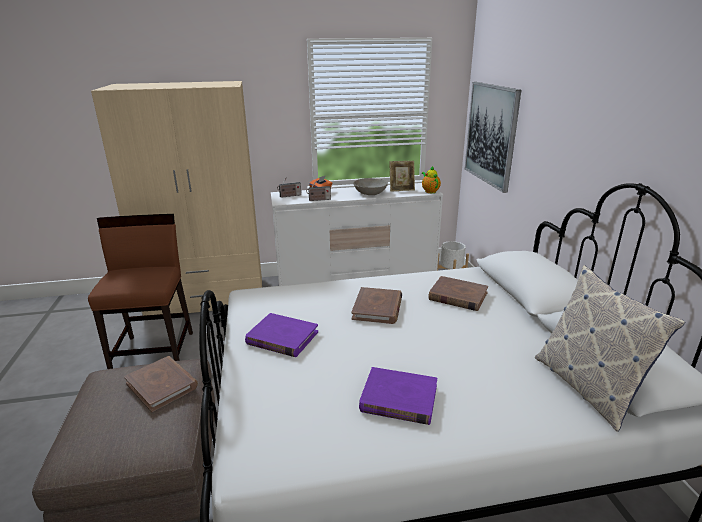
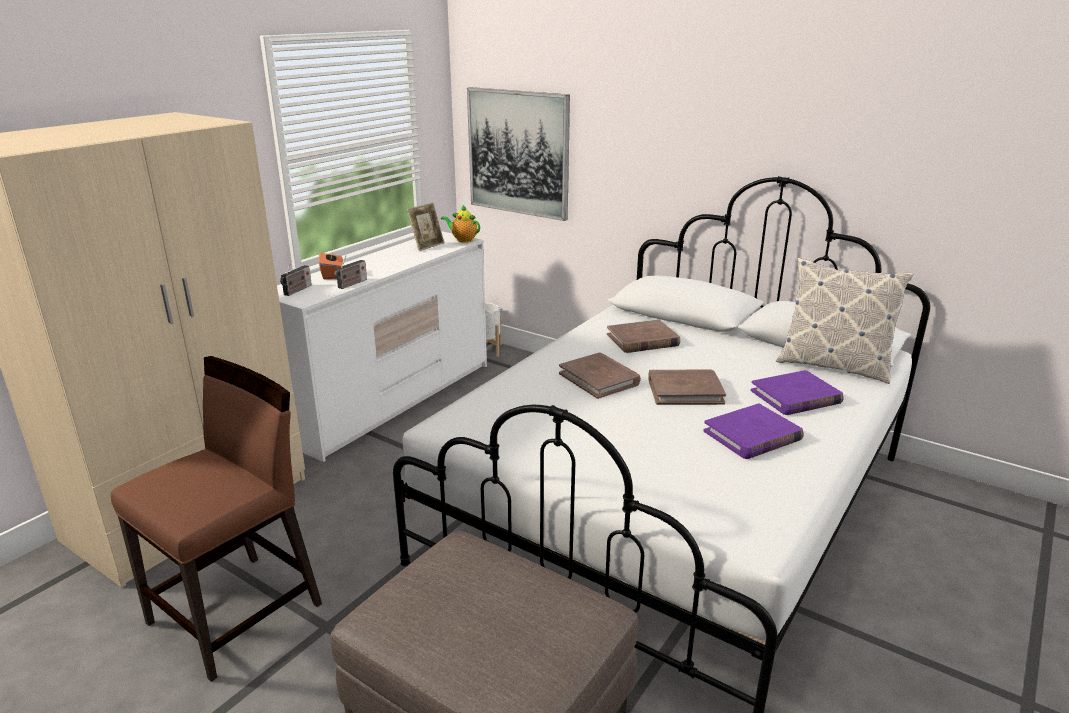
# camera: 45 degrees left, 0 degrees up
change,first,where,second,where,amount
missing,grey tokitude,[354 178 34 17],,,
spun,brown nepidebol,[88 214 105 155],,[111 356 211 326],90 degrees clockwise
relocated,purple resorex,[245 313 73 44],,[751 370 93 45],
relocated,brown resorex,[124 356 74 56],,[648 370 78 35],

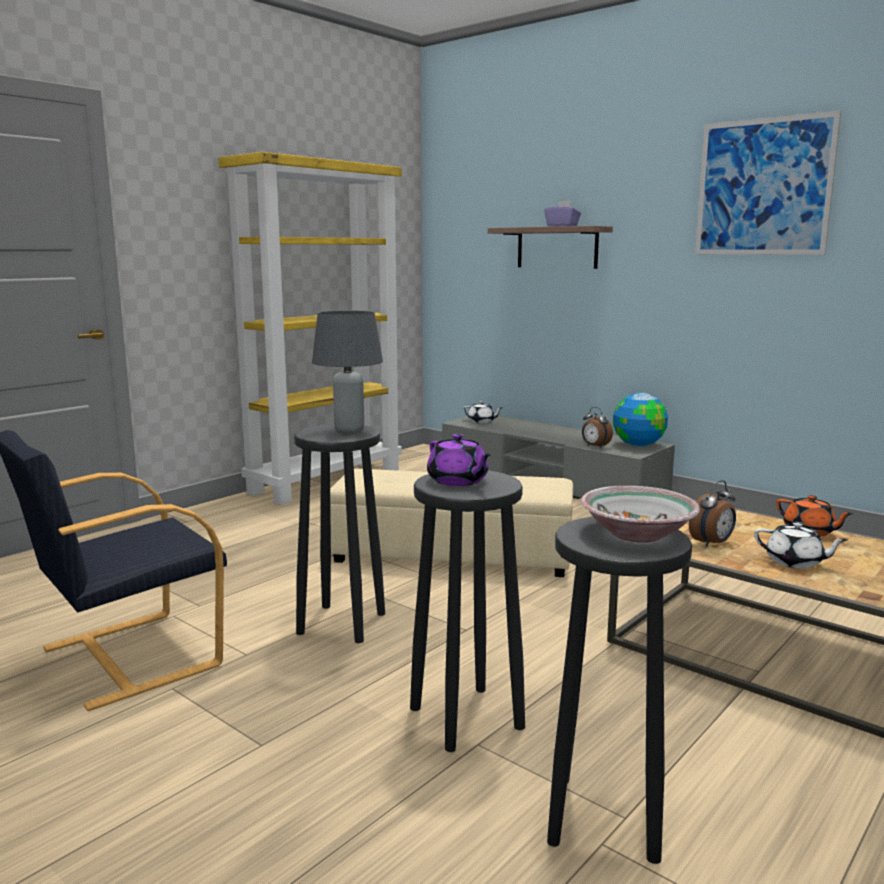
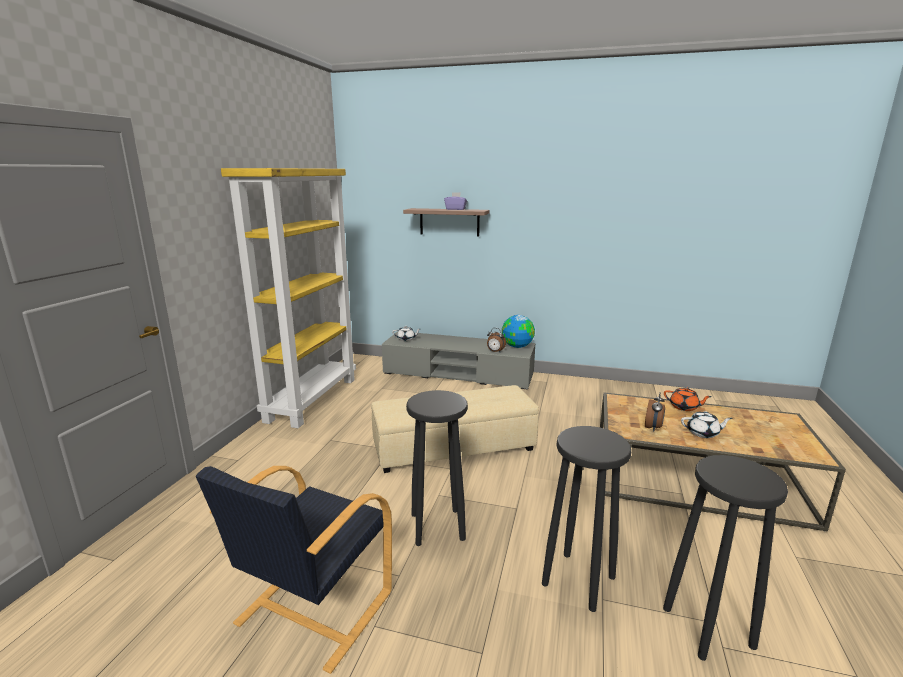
# camera: 25 degrees left, 5 degrees up
change,first,where,second,where,amount
missing,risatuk,[695 110 146 145],,,
missing,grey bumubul,[312 310 71 124],,,
missing,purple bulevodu,[427 434 64 52],,,
missing,tokitude,[581 486 119 57],,,

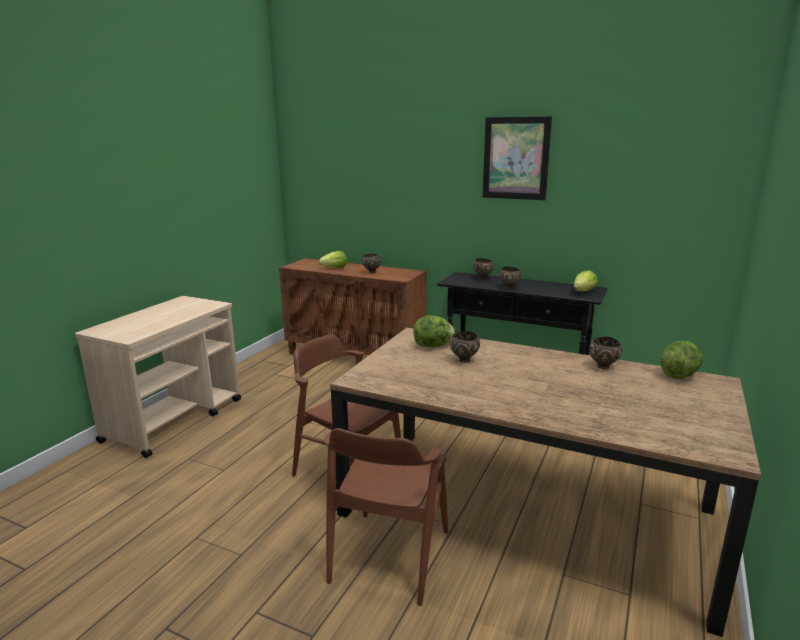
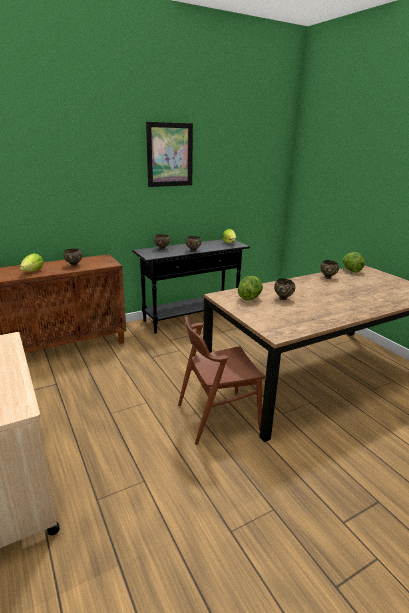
# camera: 55 degrees left, 5 degrees up
change,first,where,second,where,amount
missing,brown nepidebol,[324 428 124 178],,,

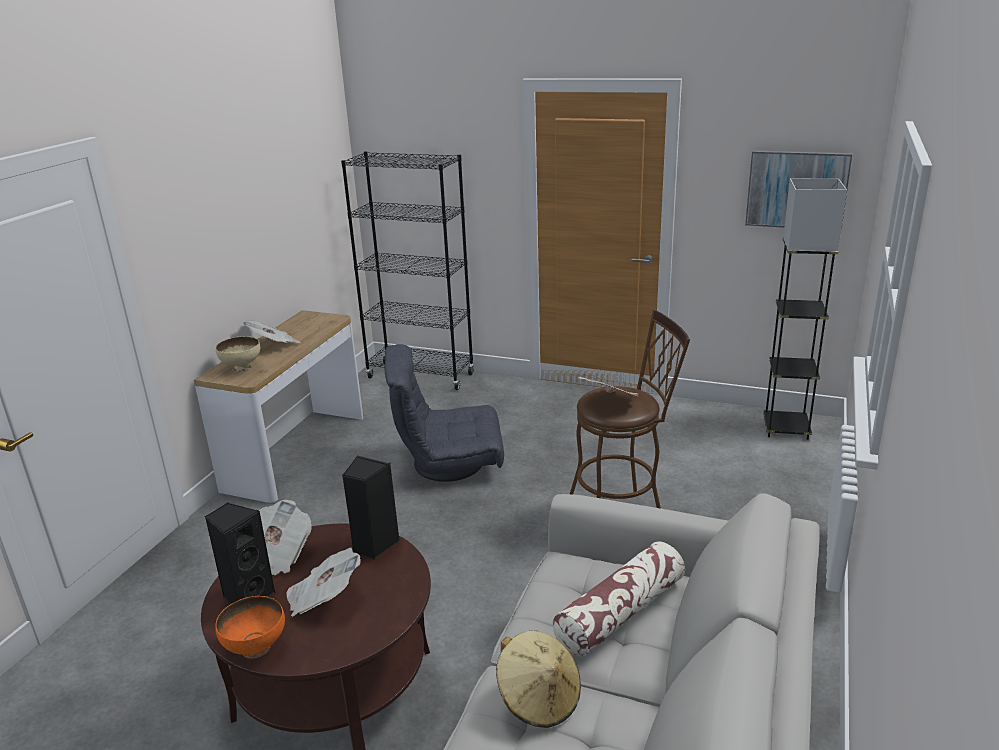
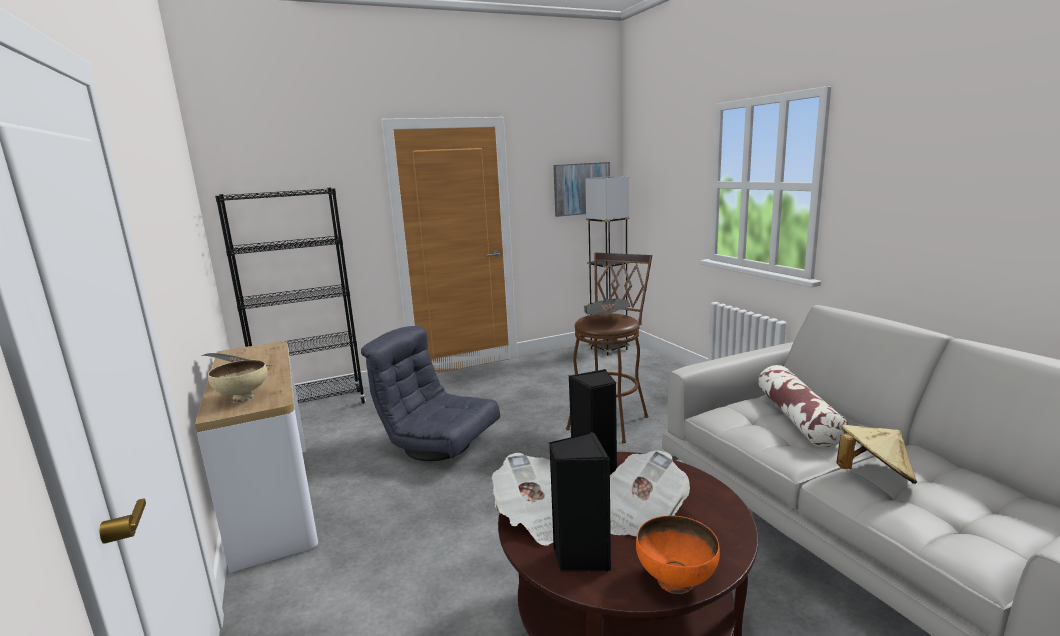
# camera: 45 degrees left, 10 degrees down
change,first,where,second,where,amount
spun,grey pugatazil,[385 344 119 138],,[361 326 139 135],75 degrees clockwise

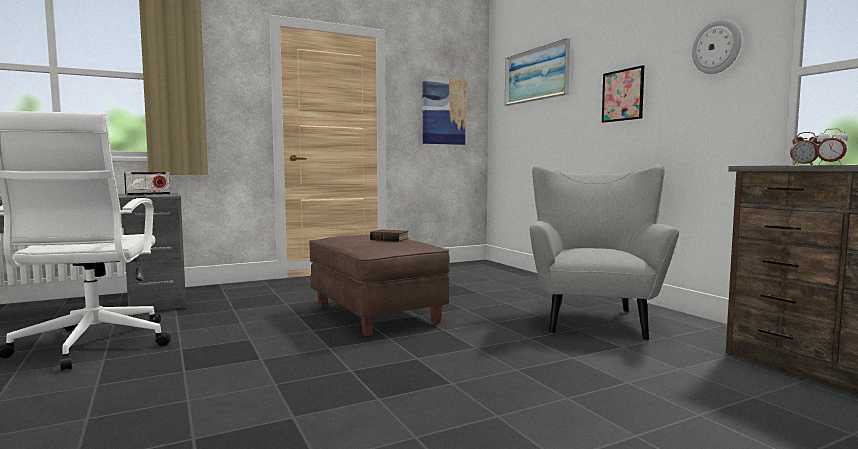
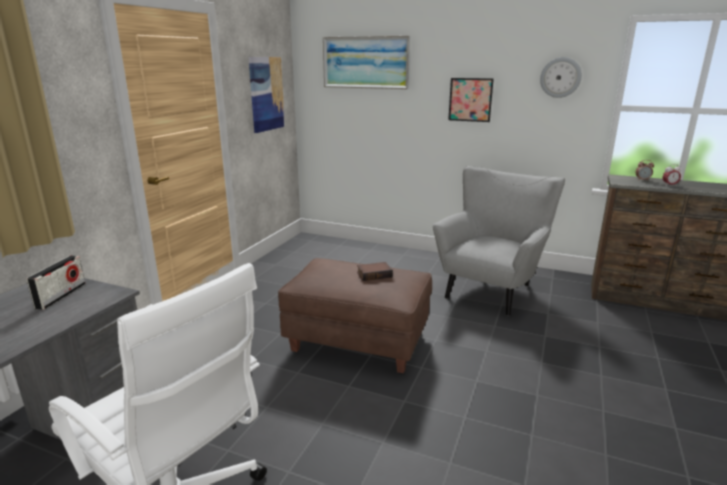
# camera: 40 degrees left, 15 degrees up
change,first,where,second,where,amount
spun,grey pugatazil,[530 165 149 176],,[432 166 133 150],60 degrees clockwise

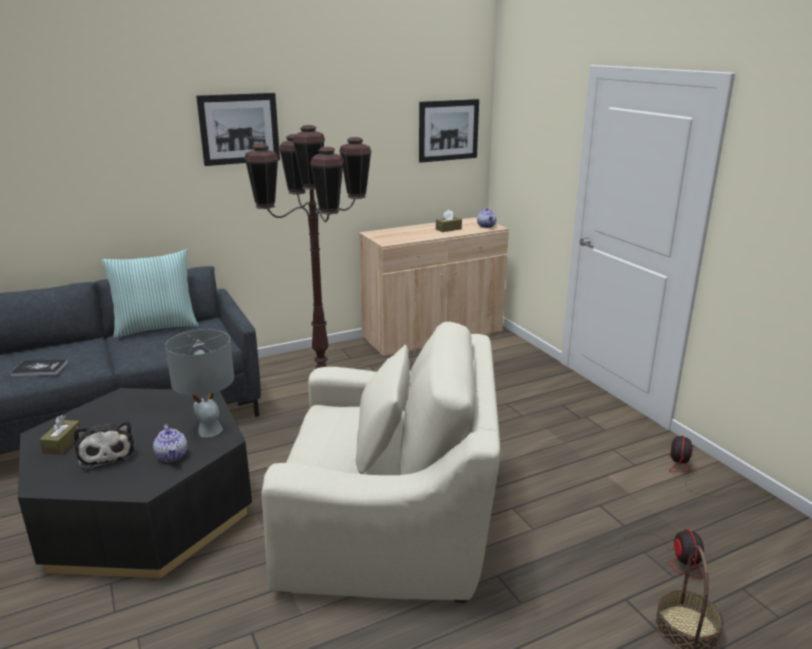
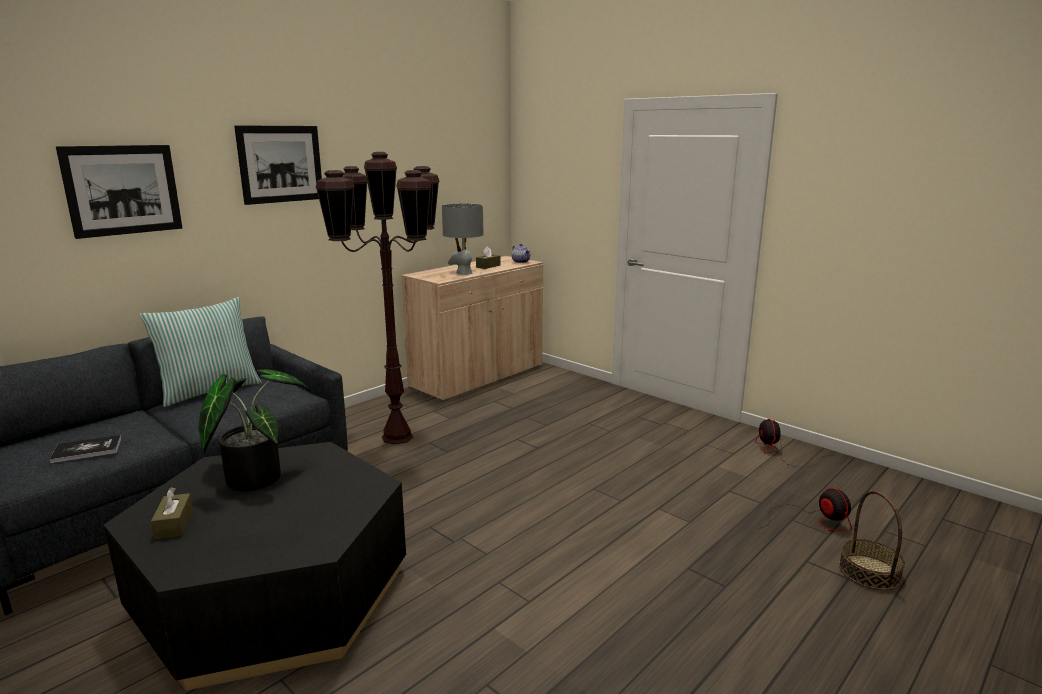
# camera: 20 degrees left, 5 degrees down
change,first,where,second,where,amount
relocated,risatuk,[419 99 60 64],,[56 145 126 94],
missing,beige pugatazil,[262 322 238 281],,,
relocated,grey bumubul,[165 329 69 108],,[442 204 42 71],
missing,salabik,[74 421 61 49],,,
missing,bulevodu,[153 424 34 38],,,
appeared,,,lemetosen,[198 369 112 122],

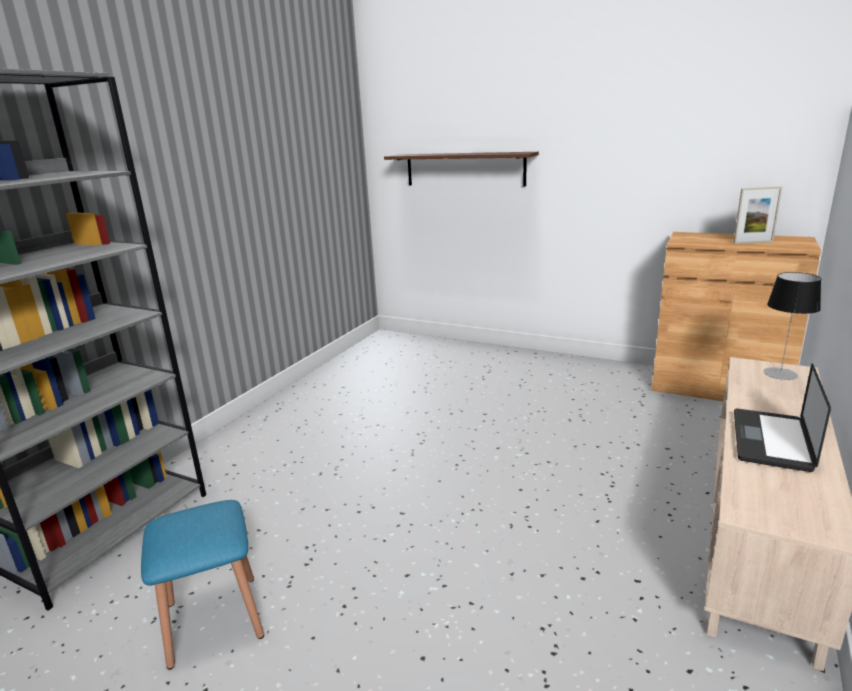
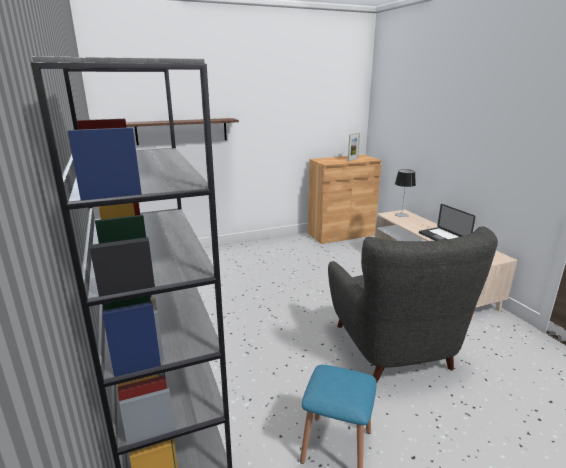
# camera: 50 degrees left, 0 degrees up
change,first,where,second,where,amount
appeared,,,grey pugatazil,[328 226 170 156],

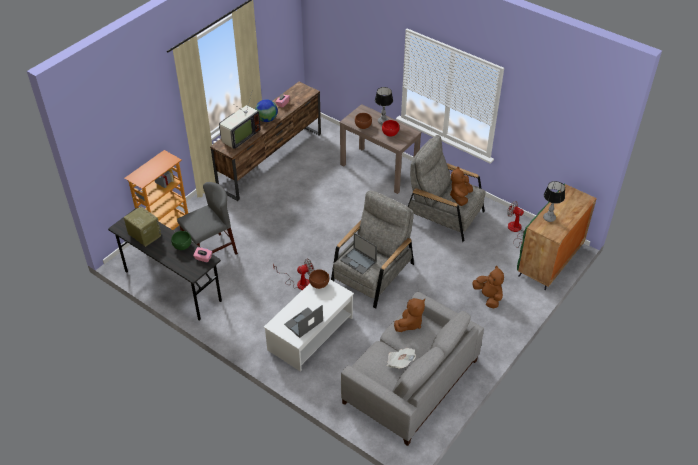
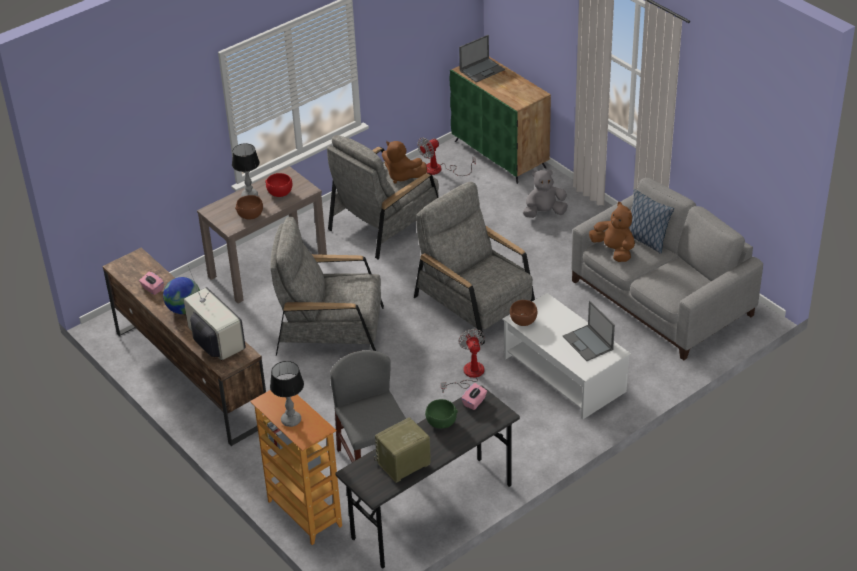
# camera: 75 degrees left, 5 degrees down
change,first,where,second,where,amount
relocated,bumubul,[543 181 22 41],,[270 361 34 66],
relocated,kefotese,[340 233 37 42],,[459 35 46 47],
colour,brown salabik,[472 266 32 42],grey salabik,[523 169 45 49],
missing,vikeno,[387 348 29 20],,,
appeared,,,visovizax,[629 189 45 65],
appeared,,,grey pugatazil,[270 217 114 139],

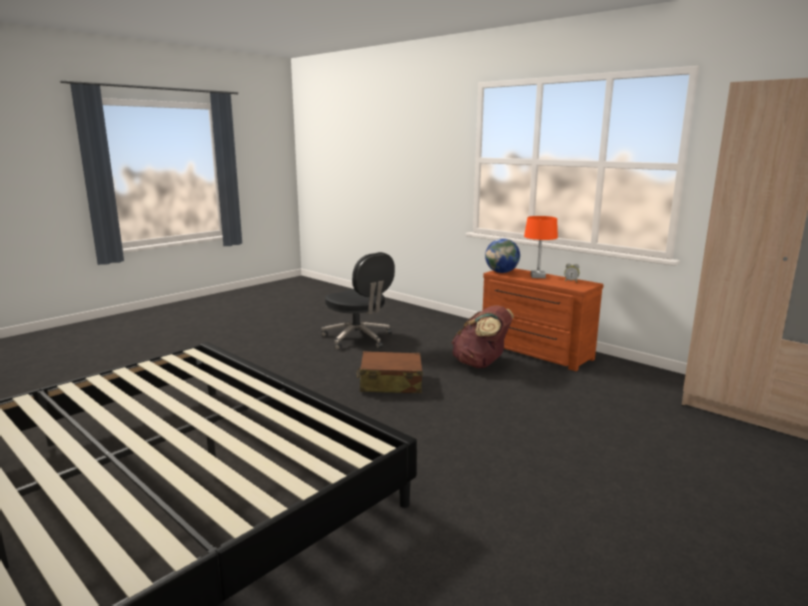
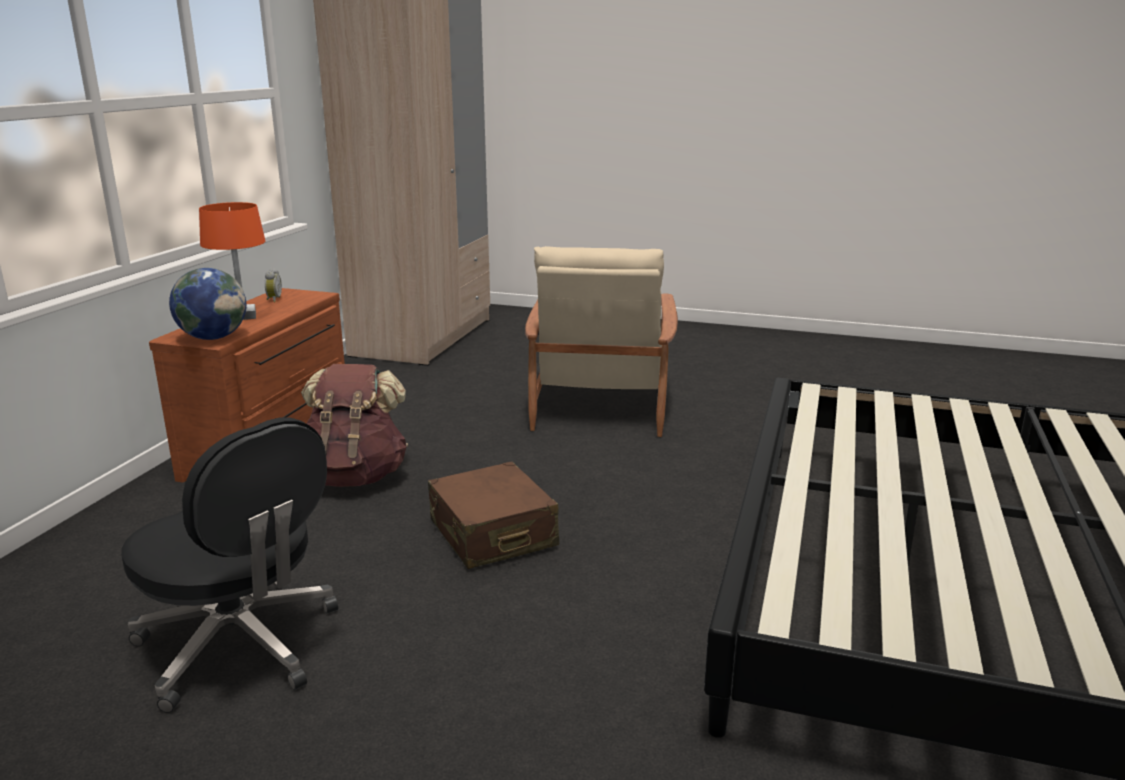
# camera: 115 degrees left, 5 degrees up
change,first,where,second,where,amount
spun,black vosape,[321 252 74 98],,[122 418 216 295],105 degrees clockwise
appeared,,,beige pugatazil,[525 246 153 191],

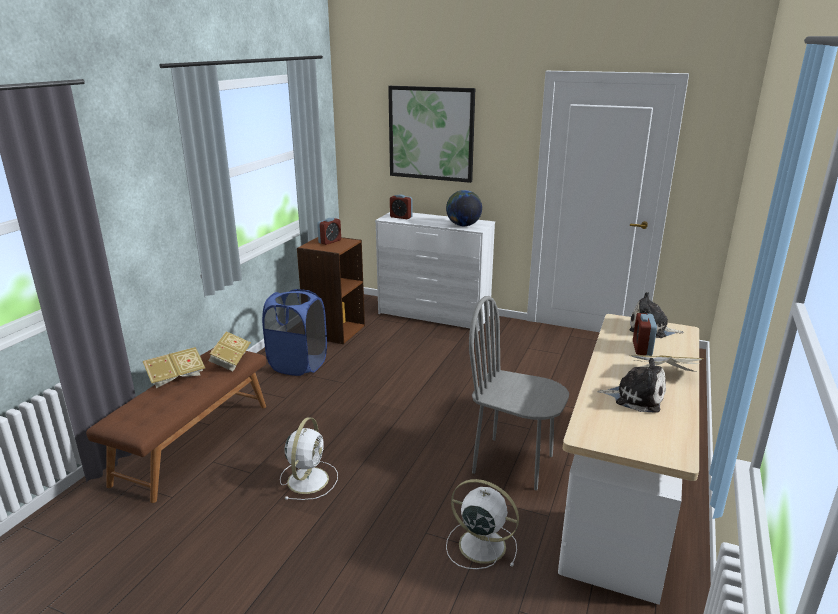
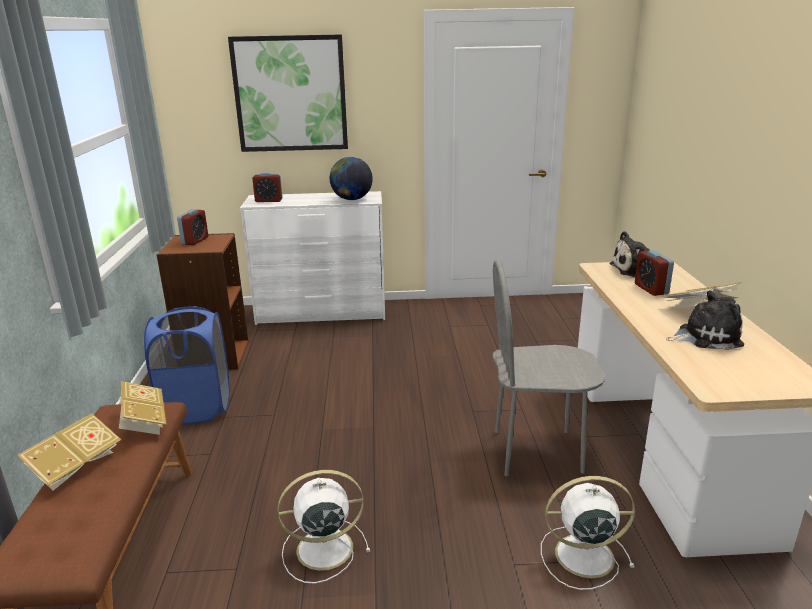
# camera: 25 degrees left, 0 degrees up
change,first,where,second,where,amount
spun,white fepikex,[280 417 58 83],,[278 470 92 114],90 degrees counterclockwise

